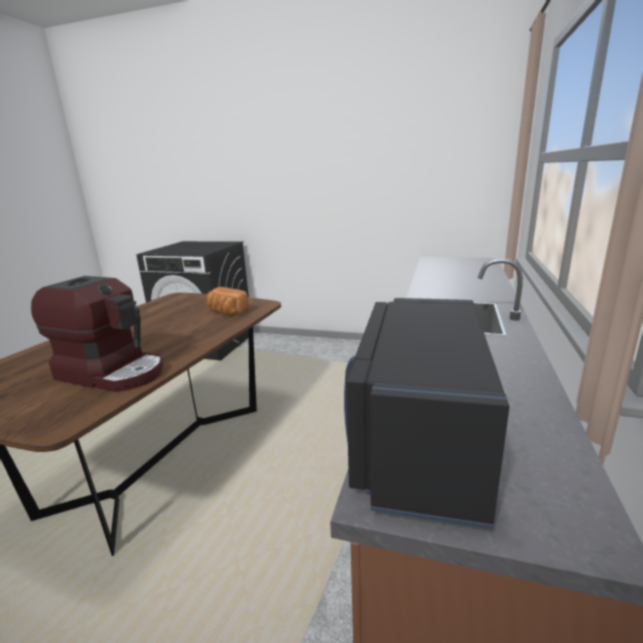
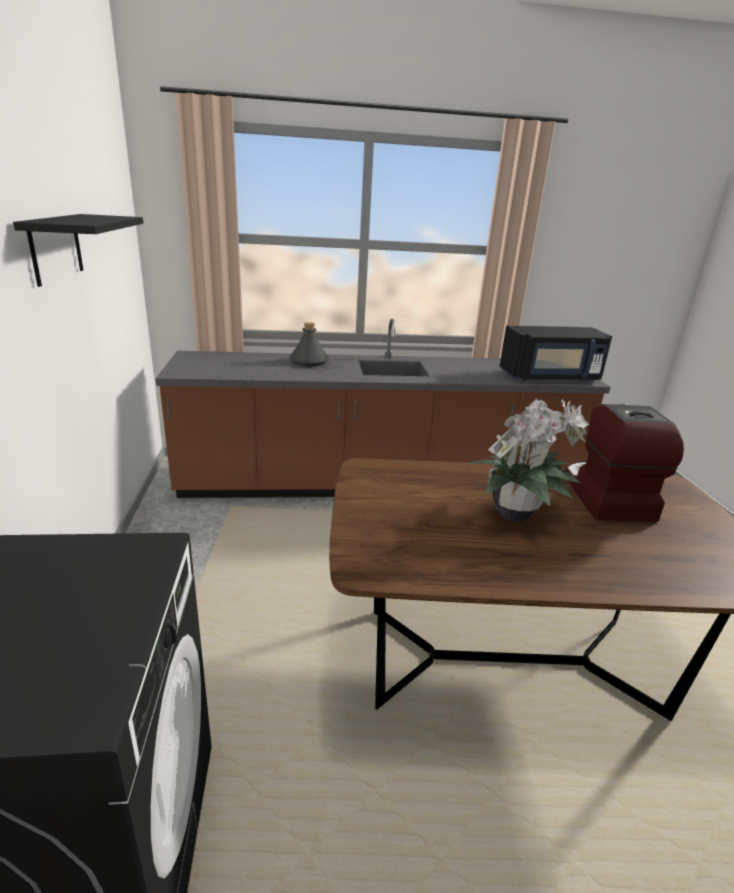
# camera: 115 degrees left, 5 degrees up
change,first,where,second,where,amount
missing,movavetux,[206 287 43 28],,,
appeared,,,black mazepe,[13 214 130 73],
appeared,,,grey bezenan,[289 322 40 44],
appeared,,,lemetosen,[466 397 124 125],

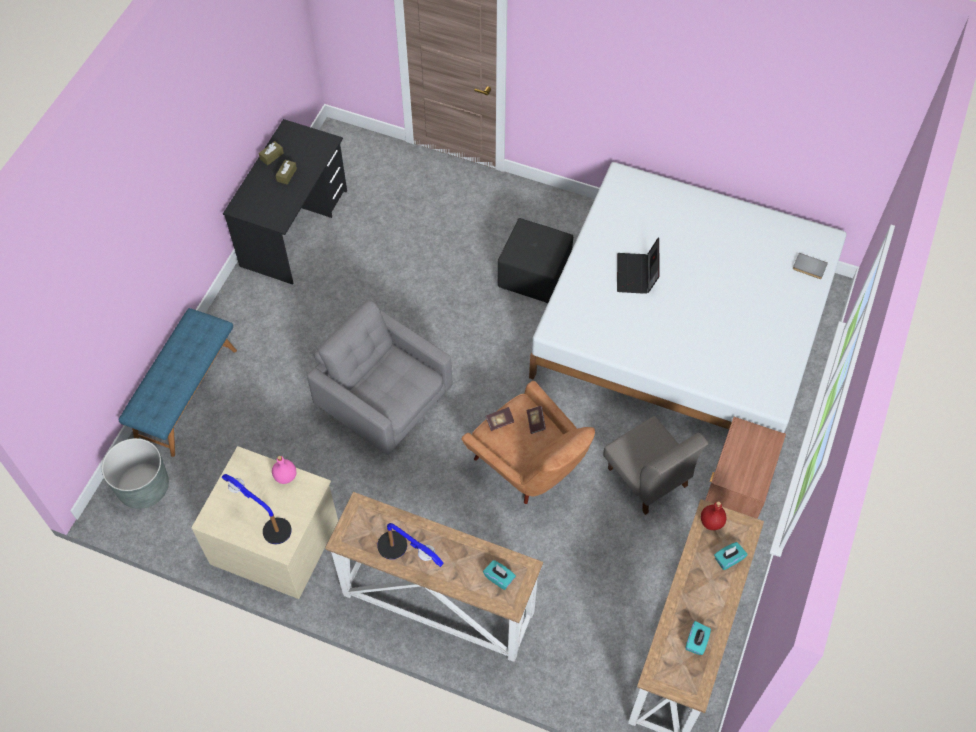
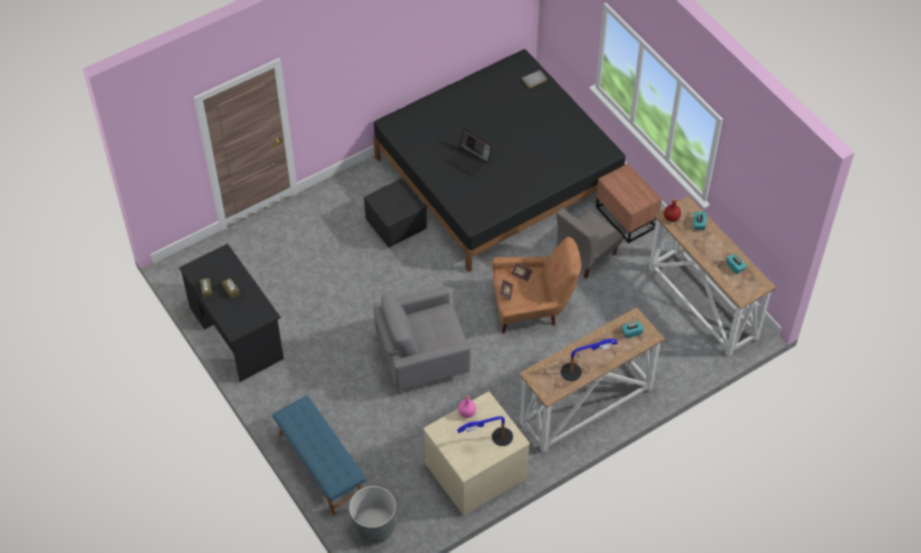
# camera: 55 degrees left, 5 degrees down
change,first,where,second,where,amount
colour,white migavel,[529 162 317 271],black migavel,[374 49 251 223],
spun,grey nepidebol,[603 416 105 99],,[556 208 67 71],135 degrees clockwise

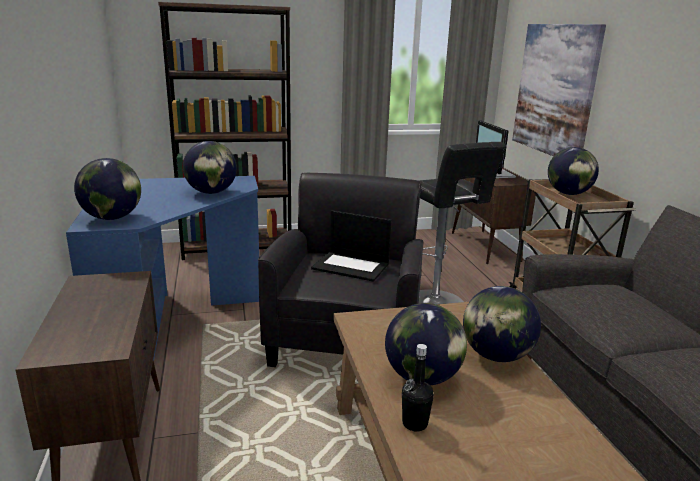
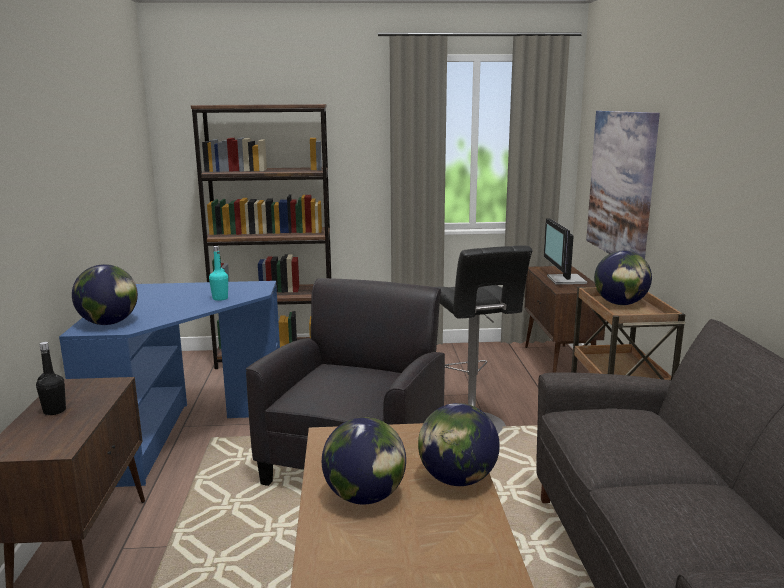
# camera: 10 degrees right, 5 degrees down
change,first,where,second,where,amount
exchanged,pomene,[183 141 54 53],turquoise bezenan,[209 246 19 55],
missing,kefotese,[311 210 81 72],,,
relocated,black bezenan,[402 344 32 87],,[36 342 30 73],

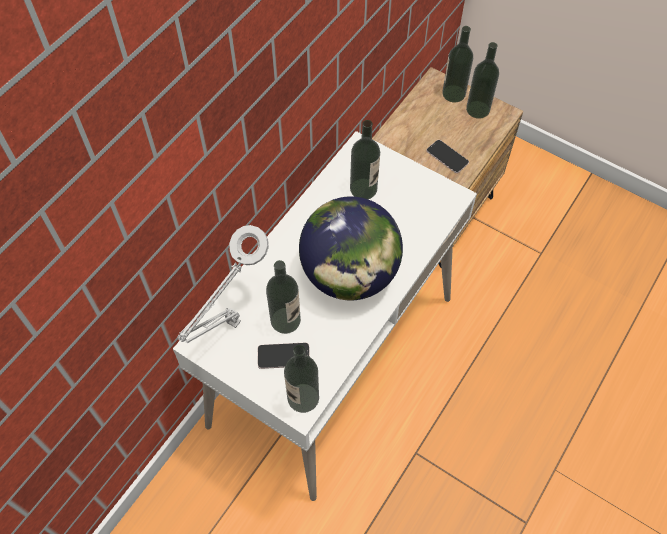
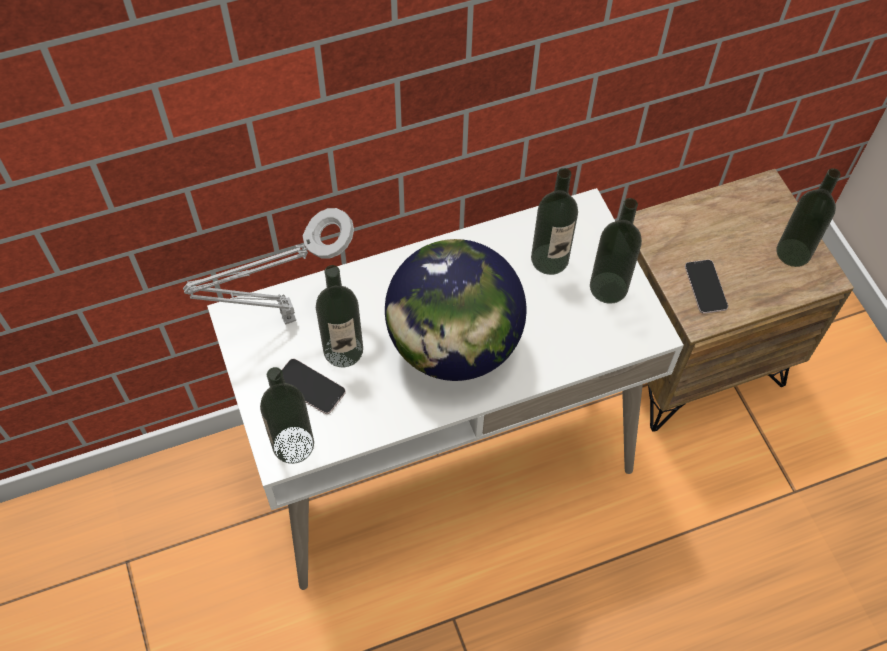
# camera: 35 degrees right, 0 degrees up
change,first,where,second,where,amount
relocated,bezenan,[442 26 31 77],,[590 198 52 106],

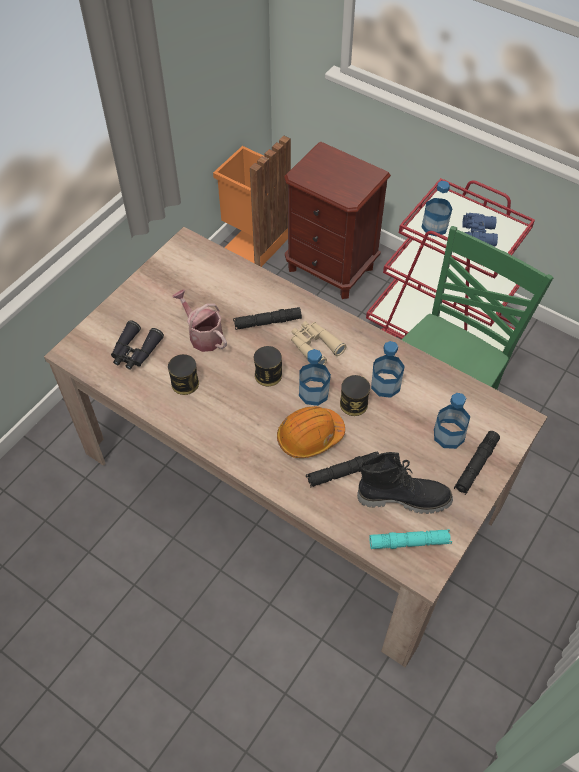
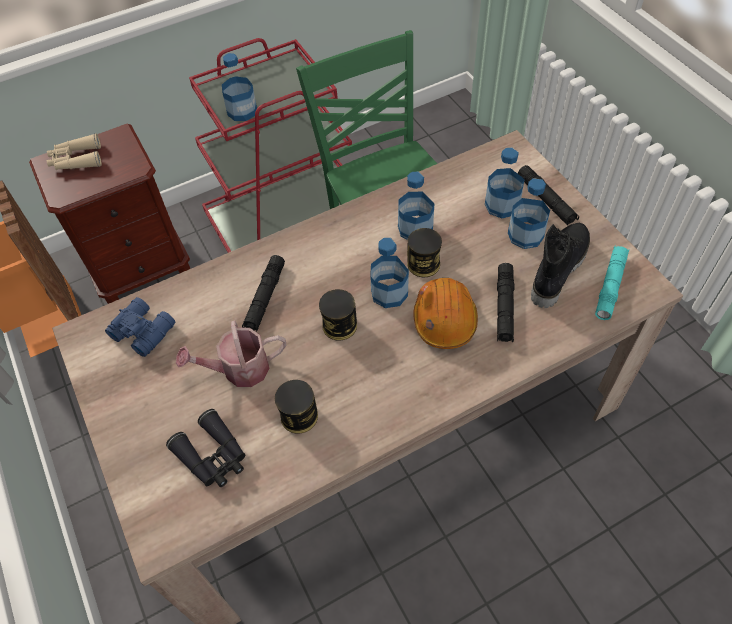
# camera: 60 degrees left, 0 degrees up
change,first,where,second,where,amount
relocated,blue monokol,[462 213 36 33],,[105 297 70 60],
relocated,beige monokol,[291 321 56 44],,[47 134 55 36],
appeared,,,bezenan,[508 178 42 71],

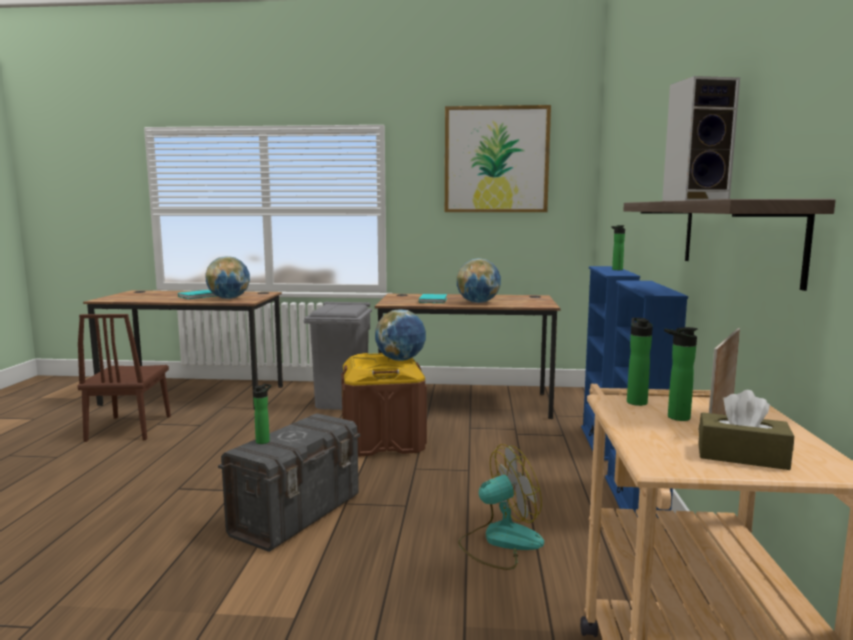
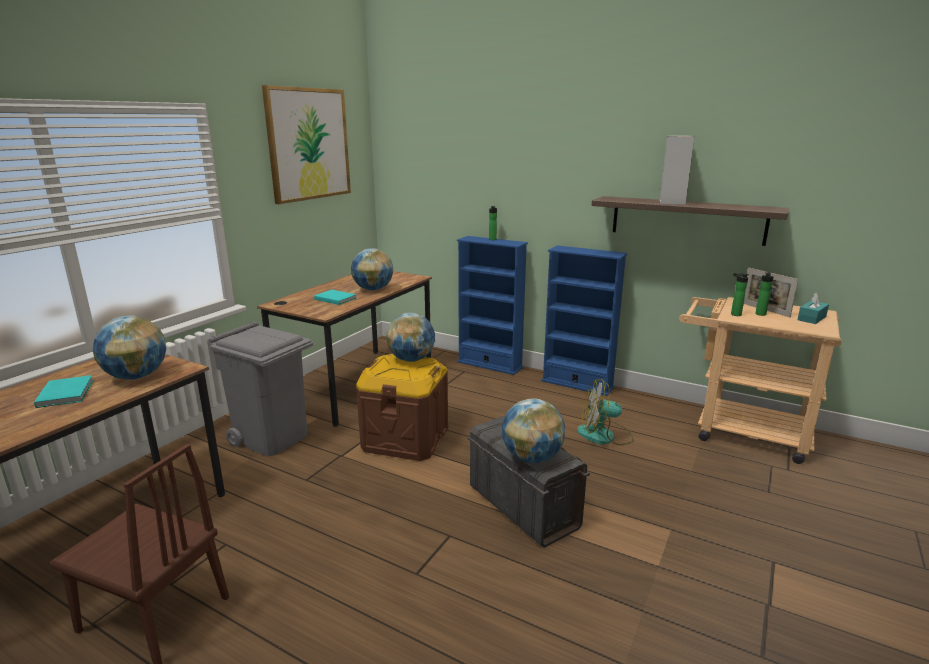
# camera: 65 degrees left, 10 degrees up
change,first,where,second,where,amount
exchanged,bezenan,[253 384 18 60],pomene,[502 398 63 65],
colour,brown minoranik,[698 390 96 80],turquoise minoranik,[798 293 31 31],
spun,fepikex,[458 444 86 126],,[577 379 57 66],90 degrees counterclockwise

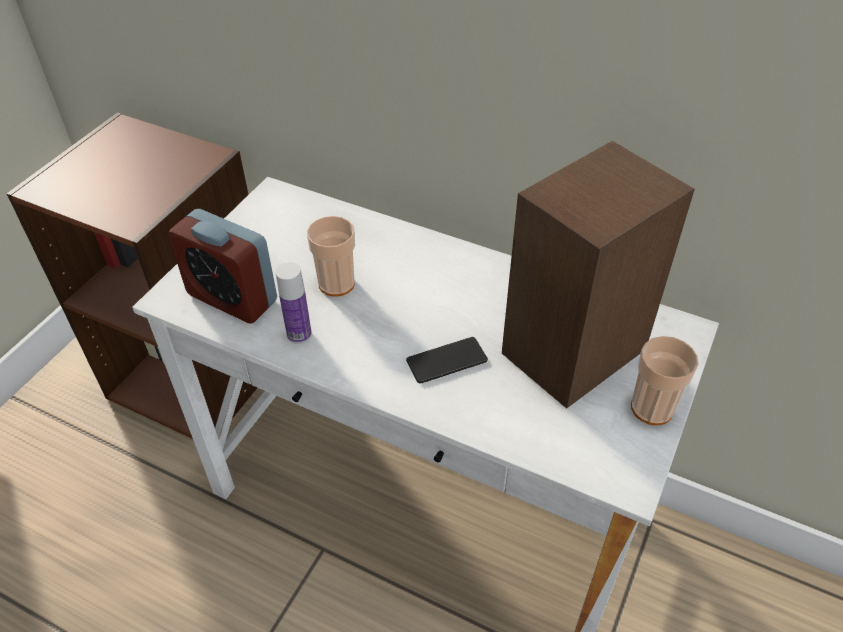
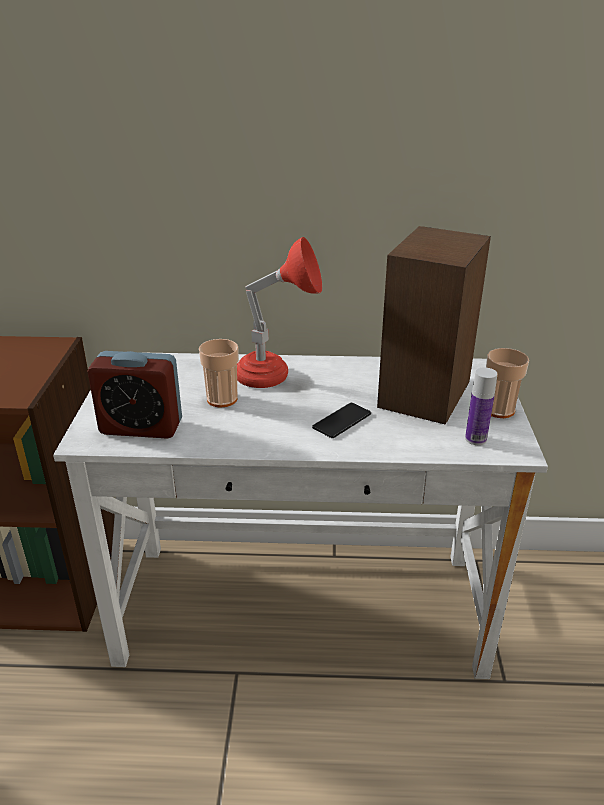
# camera: 25 degrees left, 15 degrees down
change,first,where,second,where,amount
relocated,bezenan,[275 262 37 82],,[465 367 32 78],
appeared,,,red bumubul,[237 237 85 151],

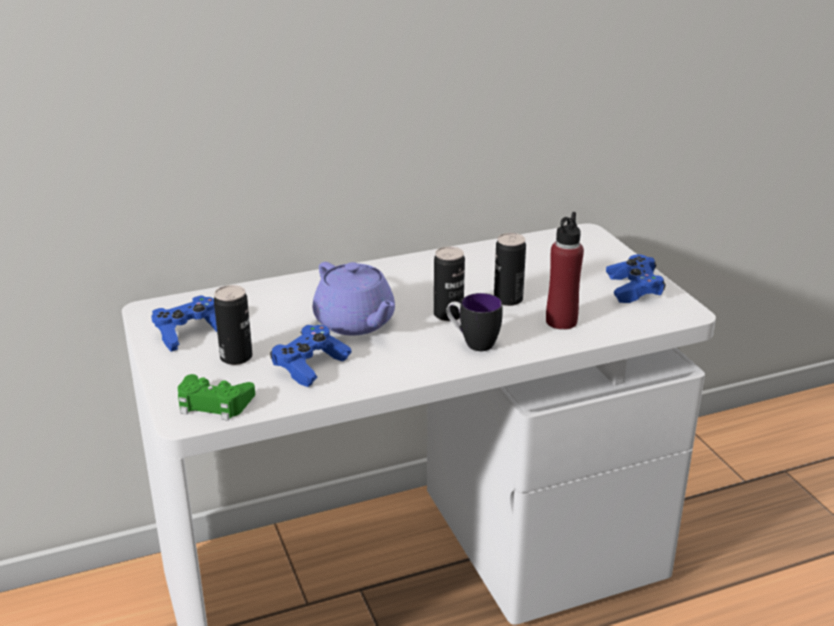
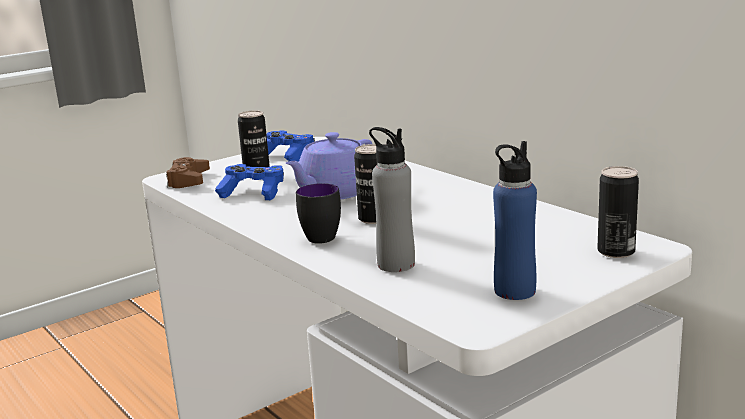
# camera: 75 degrees right, 10 degrees down
change,first,where,second,where,amount
colour,red bezenan,[546 212 38 118],grey bezenan,[369 127 46 145],
relocated,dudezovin,[494 233 32 73],,[597 166 42 92],
exchanged,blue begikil,[606 254 60 49],blue bezenan,[493 141 44 159],
colour,green begikil,[178 374 77 47],brown begikil,[166 157 44 31],

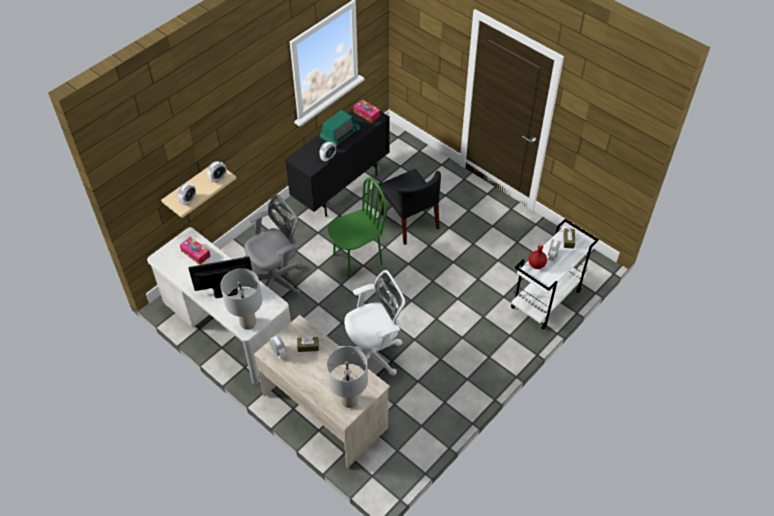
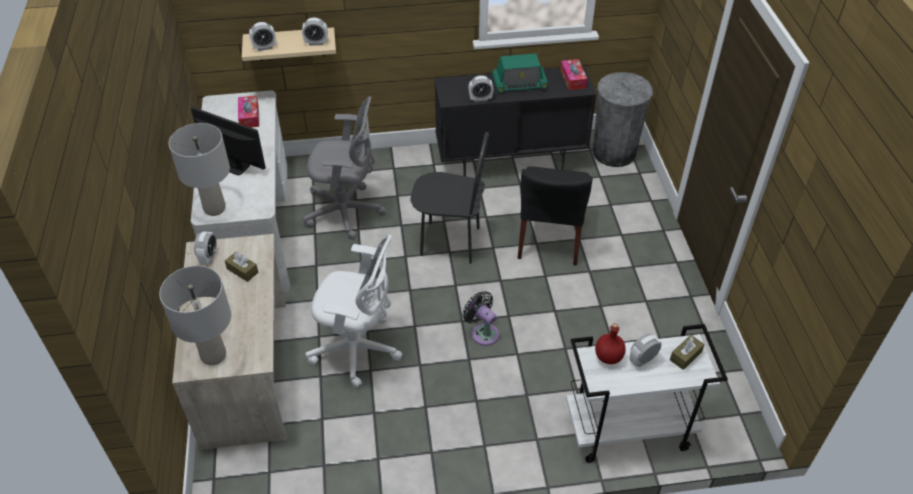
# camera: 40 degrees right, 5 degrees down
change,first,where,second,where,amount
colour,green nepidebol,[328 177 59 102],black nepidebol,[410 132 79 132],
appeared,,,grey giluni,[593 72 60 95],
appeared,,,black fepikex,[462 291 37 55],

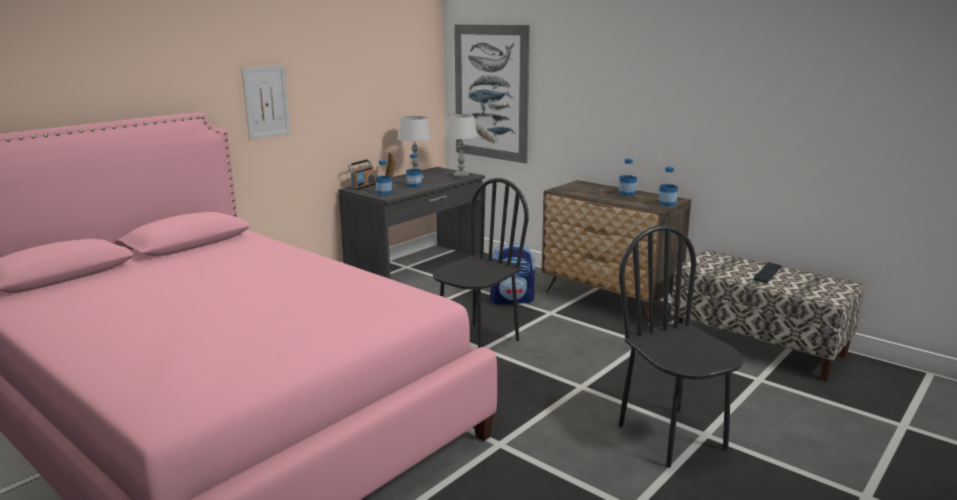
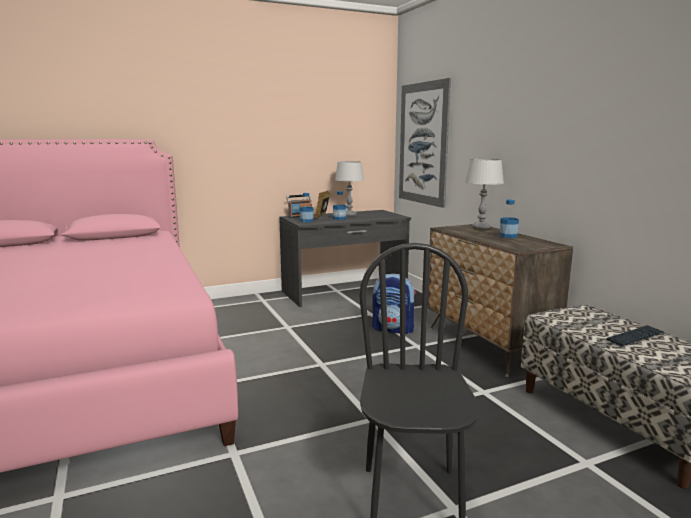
# camera: 25 degrees right, 5 degrees down
change,first,where,second,where,amount
missing,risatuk,[241 65 50 75],,,
relocated,grey bumubul,[444 114 34 64],,[465 159 39 70],
missing,bezenan,[659 167 19 39],,,
missing,black nepidebol,[433 178 96 170],,,

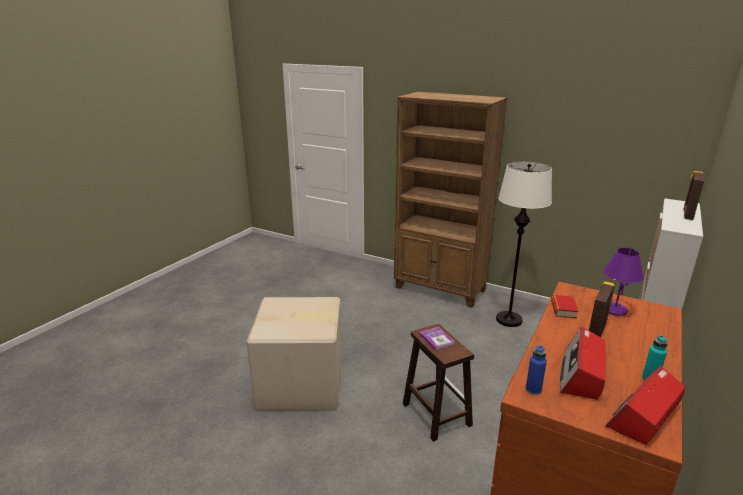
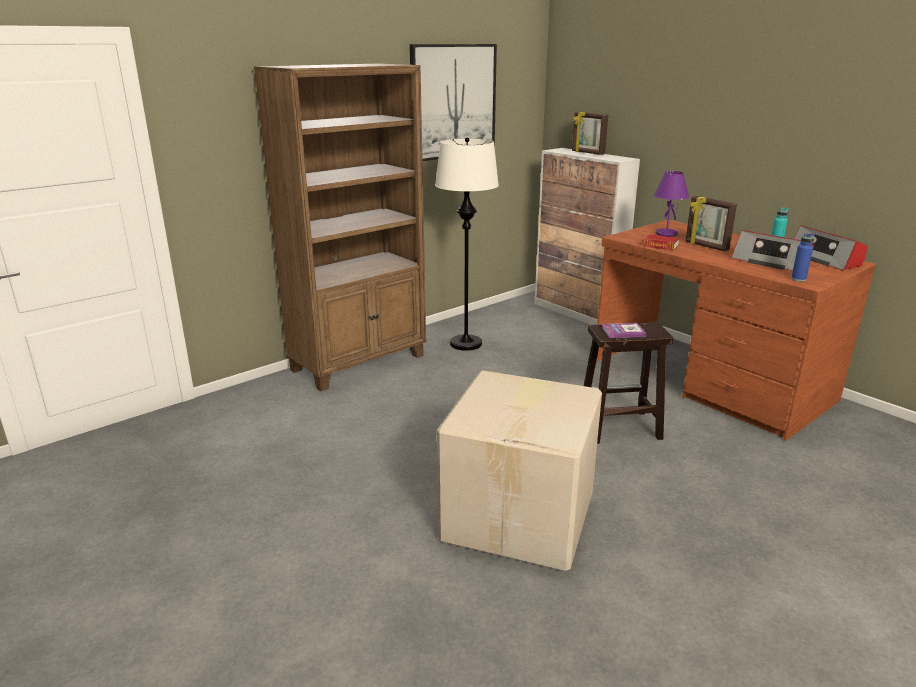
# camera: 70 degrees left, 0 degrees up
change,first,where,second,where,amount
appeared,,,risatuk,[410 44 87 117],

